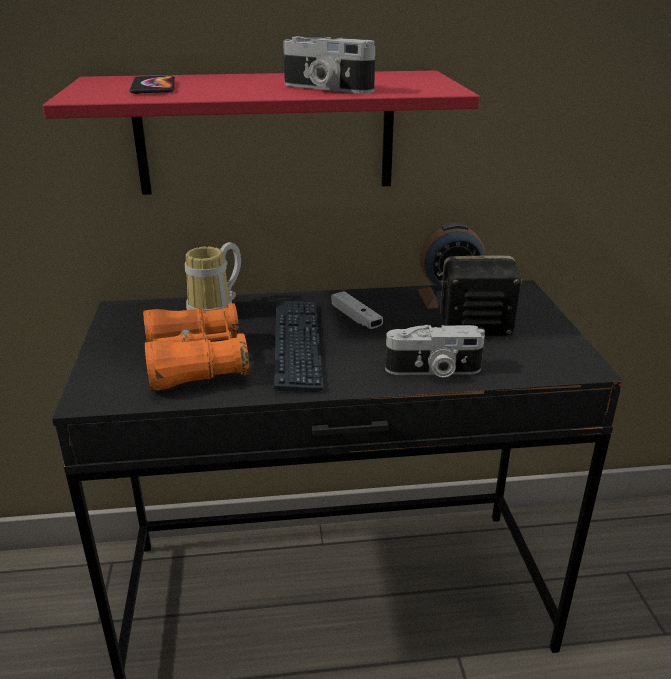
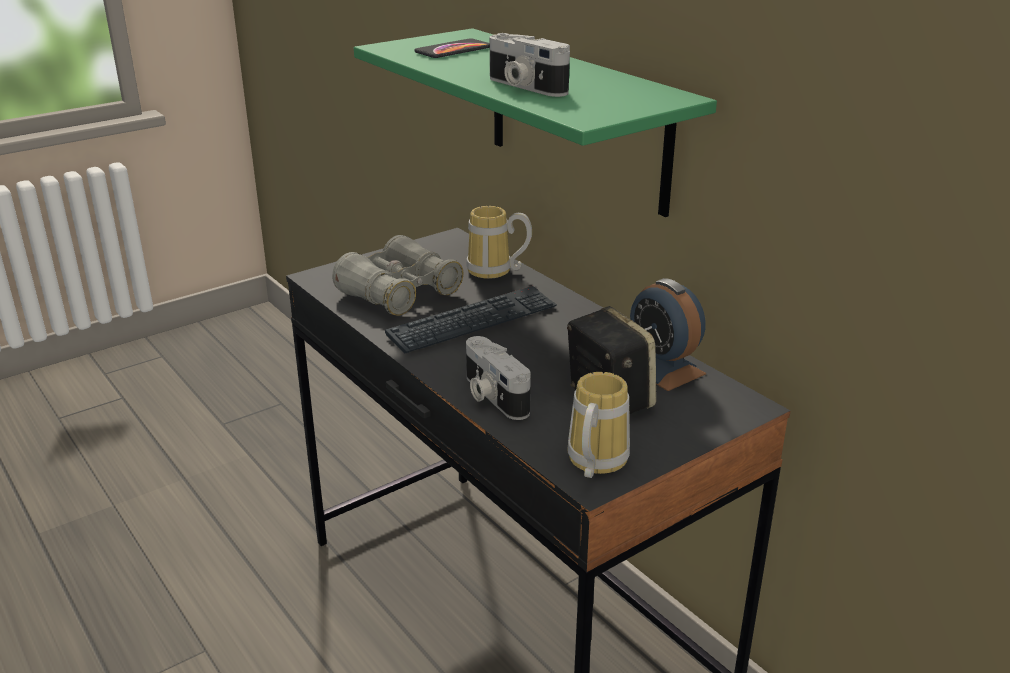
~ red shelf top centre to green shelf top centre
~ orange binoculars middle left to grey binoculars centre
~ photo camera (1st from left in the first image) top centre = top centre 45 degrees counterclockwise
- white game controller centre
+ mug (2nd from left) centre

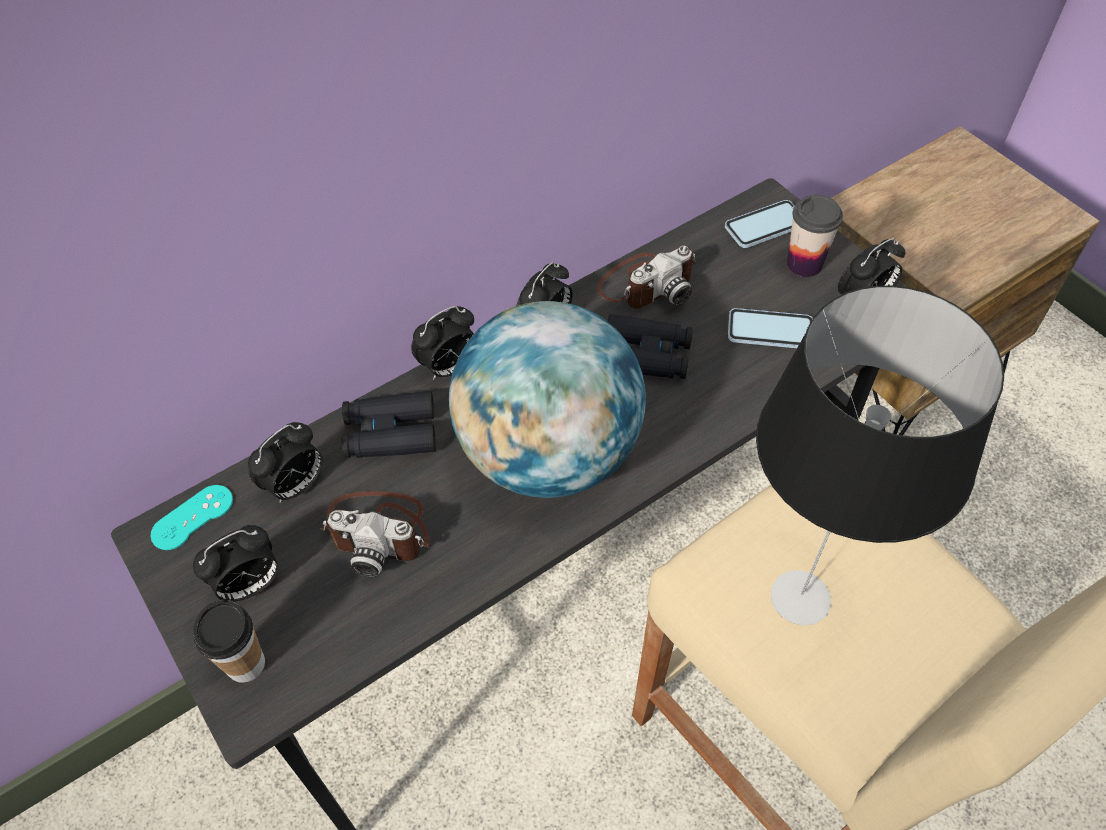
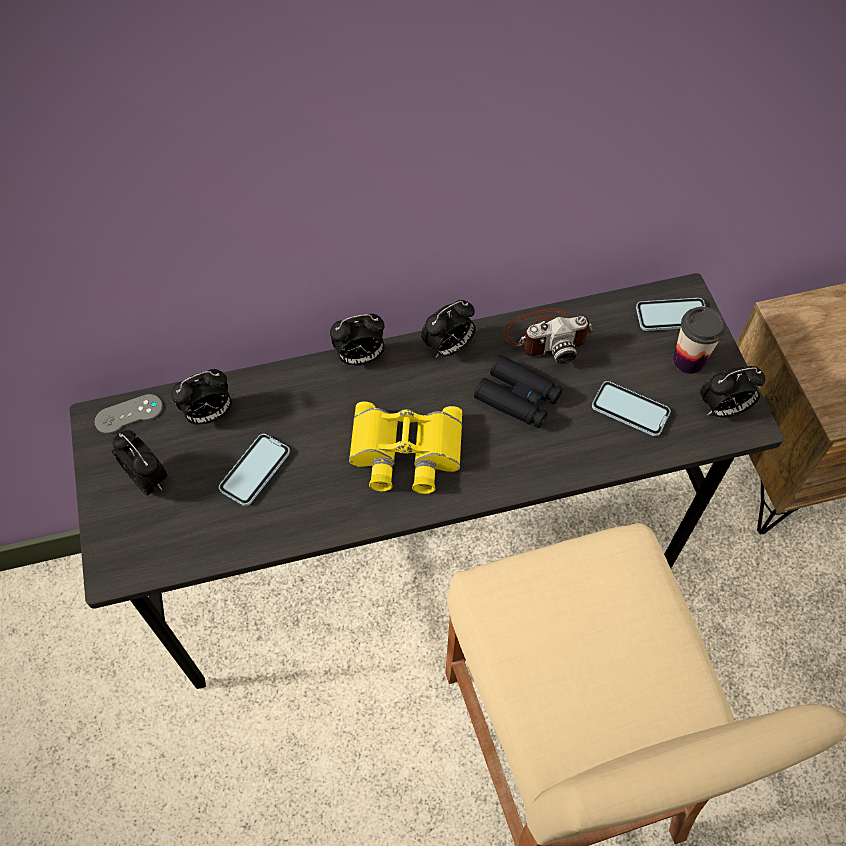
~ turquoise game controller middle left to grey game controller middle left
~ alarm clock (1st from left) bottom left = middle left 120 degrees counterclockwise
- cup (1st from left) bottom left
~ photo camera (1st from left) centre to phone (1st from left) middle left
- black binoculars (1st from left) centre
~ globe centre to yellow binoculars centre
- table lamp middle right

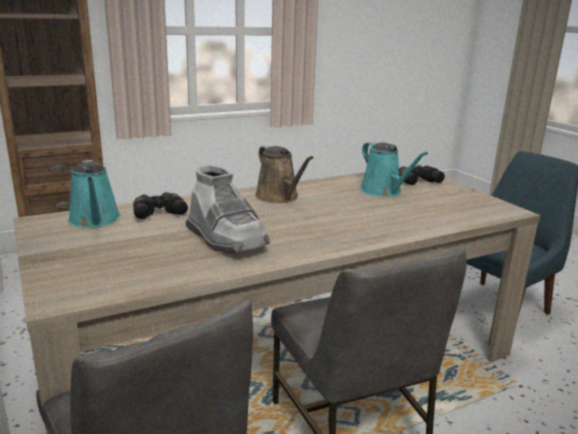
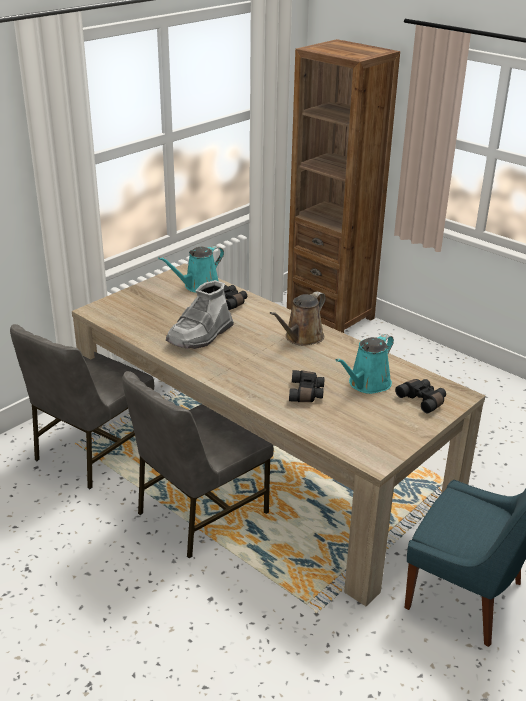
+ black binoculars (2nd from left) centre

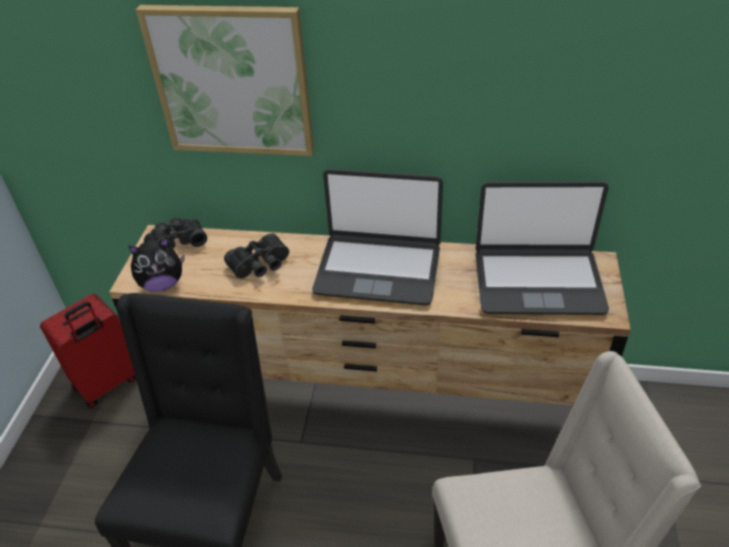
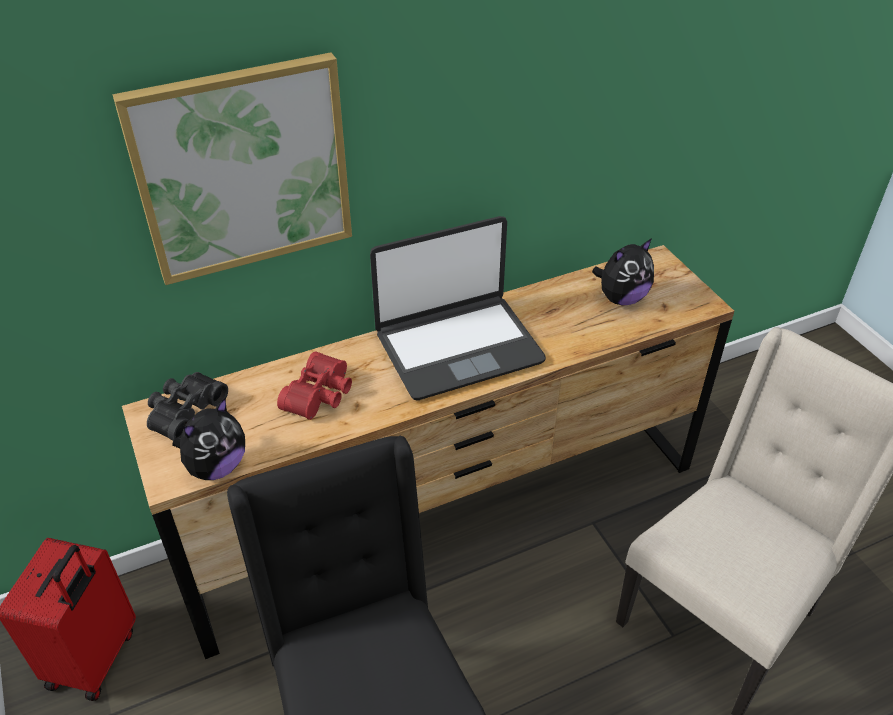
~ black binoculars (2nd from left) centre to red binoculars centre
~ laptop (2nd from left) middle right to plush toy (2nd from left) middle right

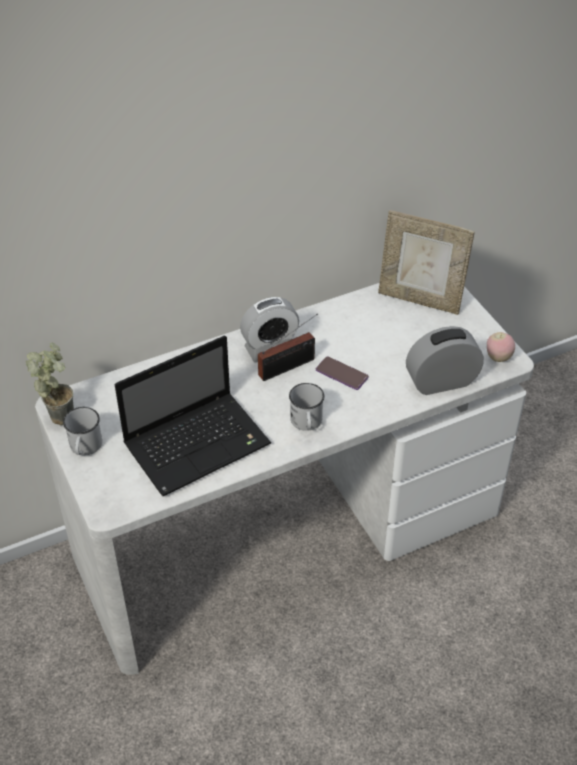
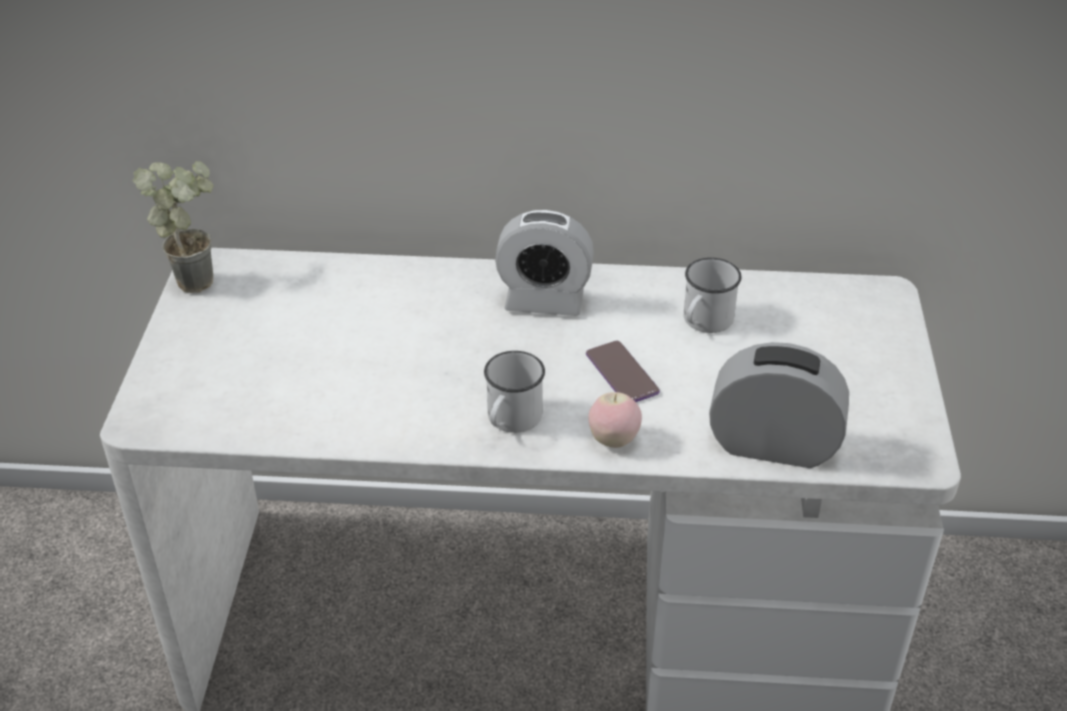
~ white mug (1st from left in the first image) middle left to white mug (2nd from left) middle right
- laptop centre
- radio centre
- picture frame middle right
~ apple middle right to centre

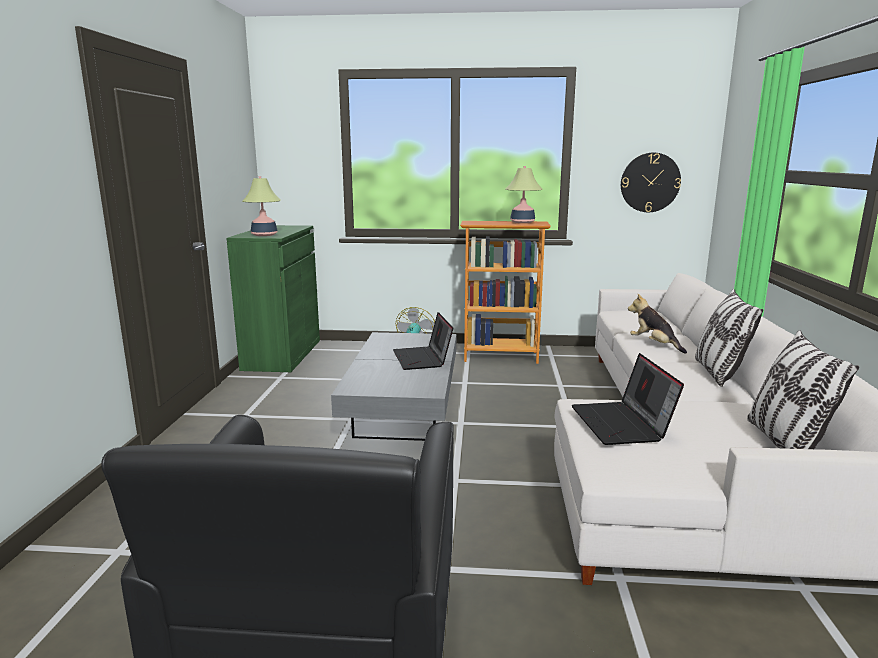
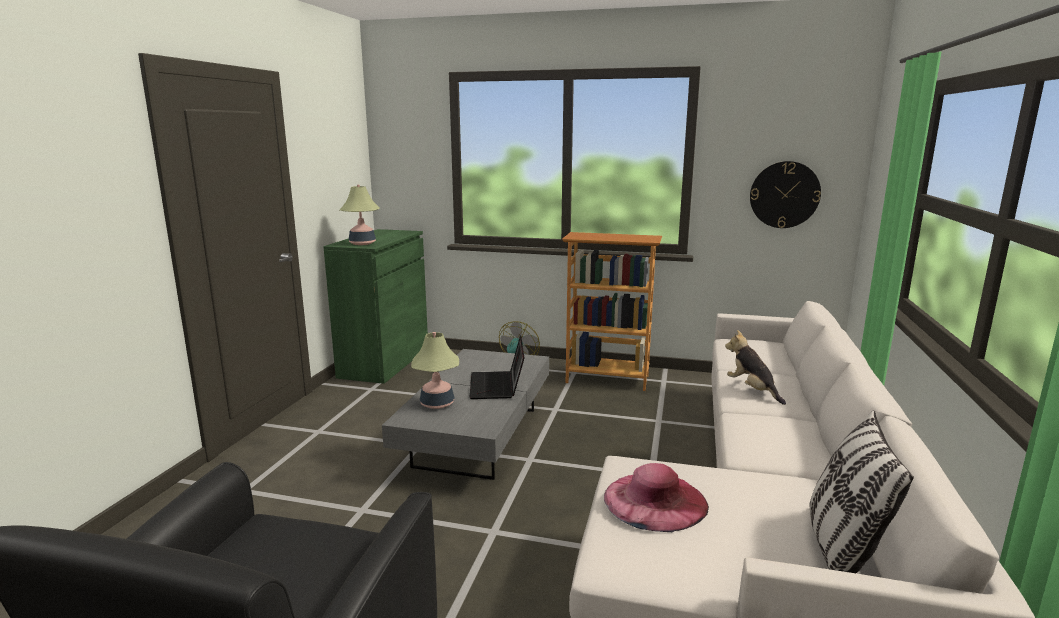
~ table lamp (2nd from left) top centre to centre
~ laptop (2nd from left) middle right to pink hat bottom centre
- pillow (1st from left) middle right

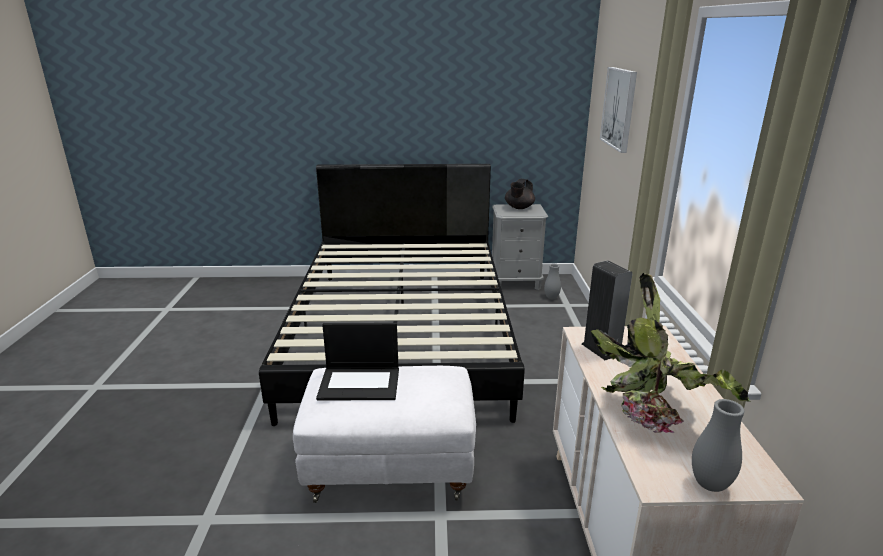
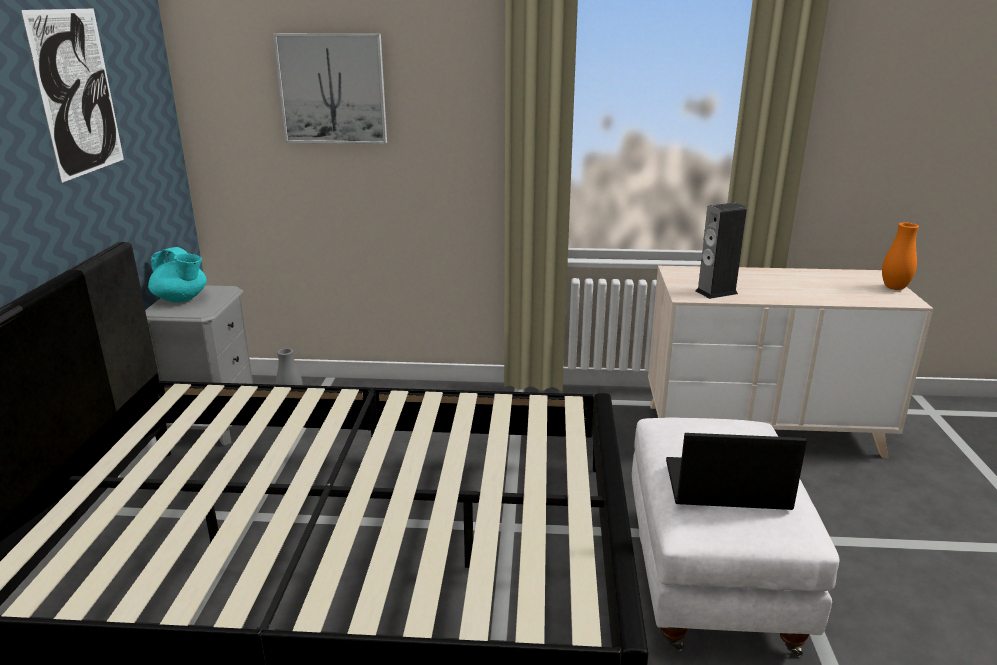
~ laptop centre = bottom right 90 degrees counterclockwise
~ black teapot centre to turquoise teapot middle left
- potted plant middle right
~ grey vase (2nd from left) bottom right to orange vase middle right
+ picture (1st from left) top left

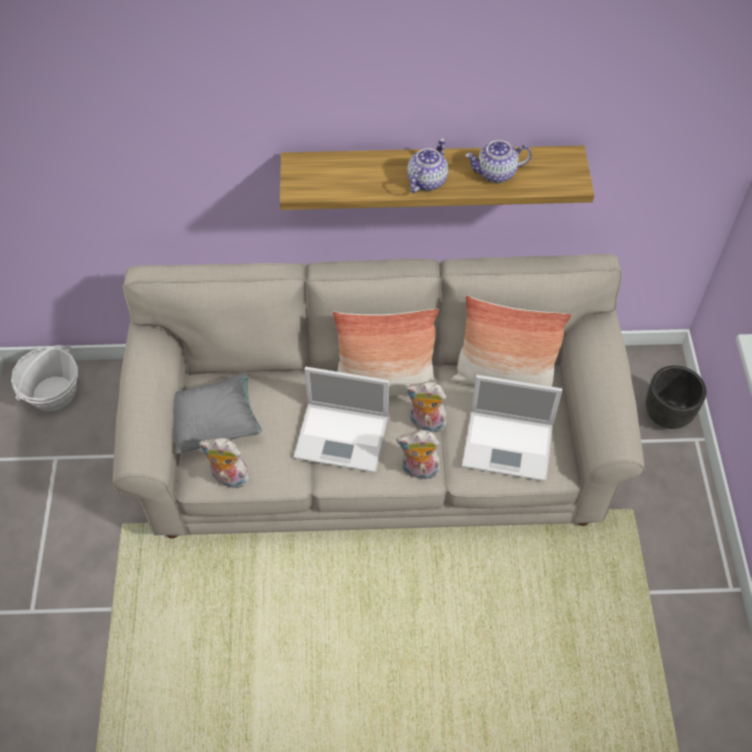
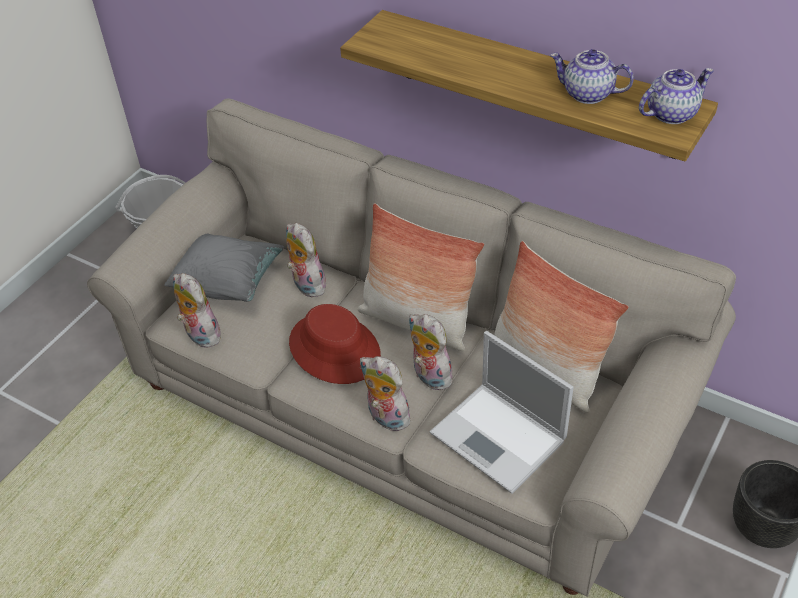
~ laptop (1st from left) centre to red hat centre
~ teapot (1st from left in the first image) top centre to teapot (2nd from left) top right
+ plush toy (2nd from left) centre

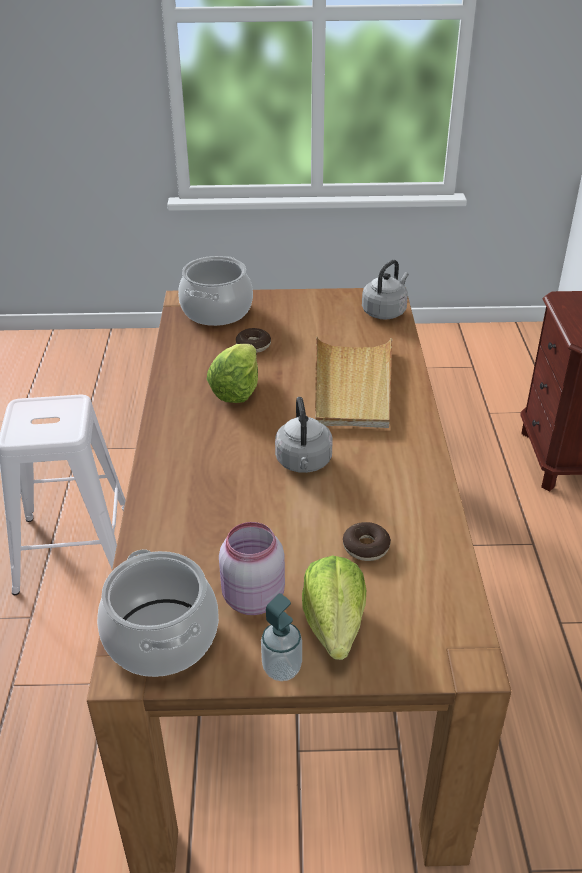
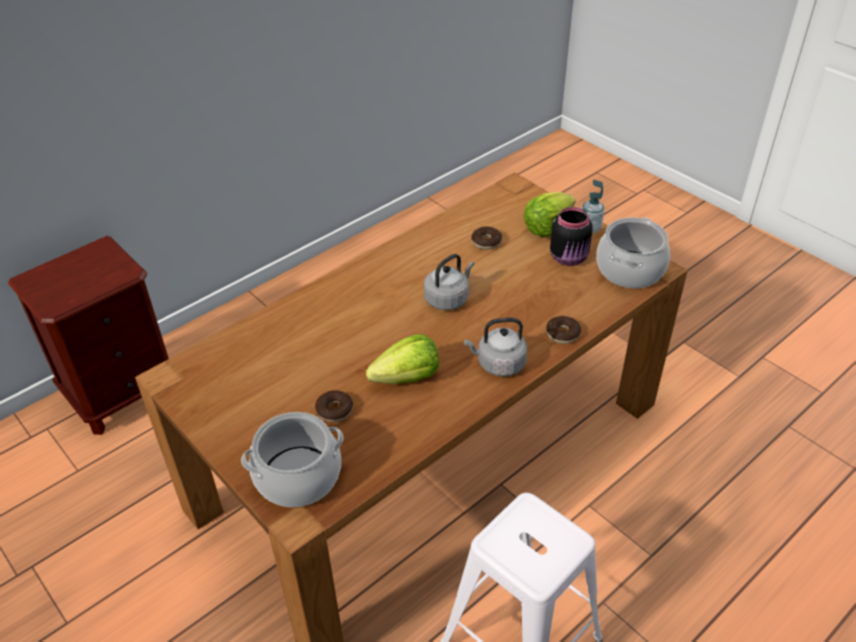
~ pink jar centre to black jar middle right
- beige tray centre
~ grey kettle (2nd from left) top centre to centre
+ donut (3rd from left) centre

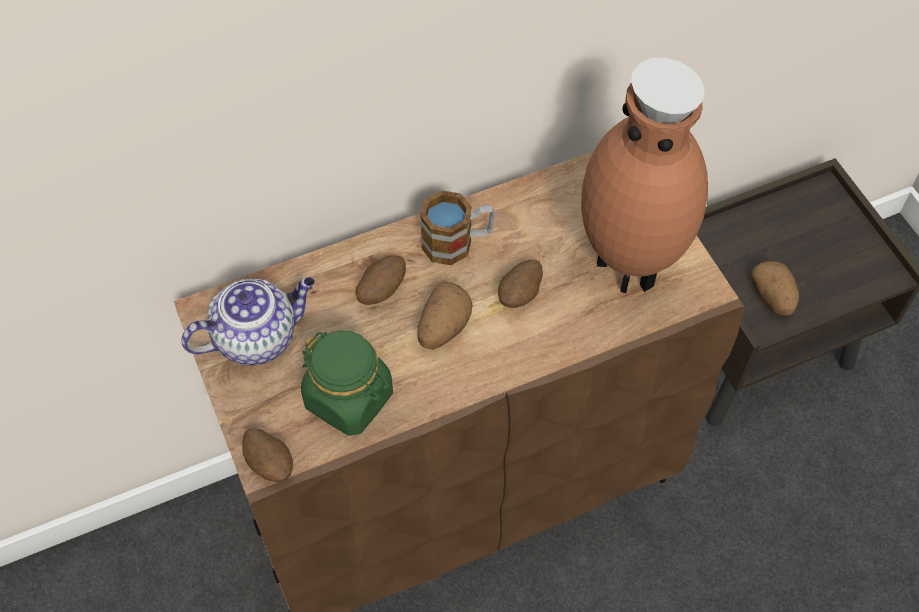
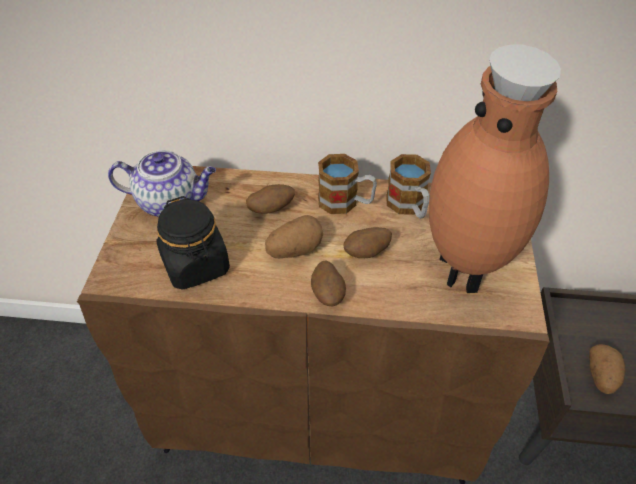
~ potato (1st from left in the first image) bottom left to potato (3rd from left) centre
~ green jar centre to black jar middle left
+ mug (2nd from left) centre

